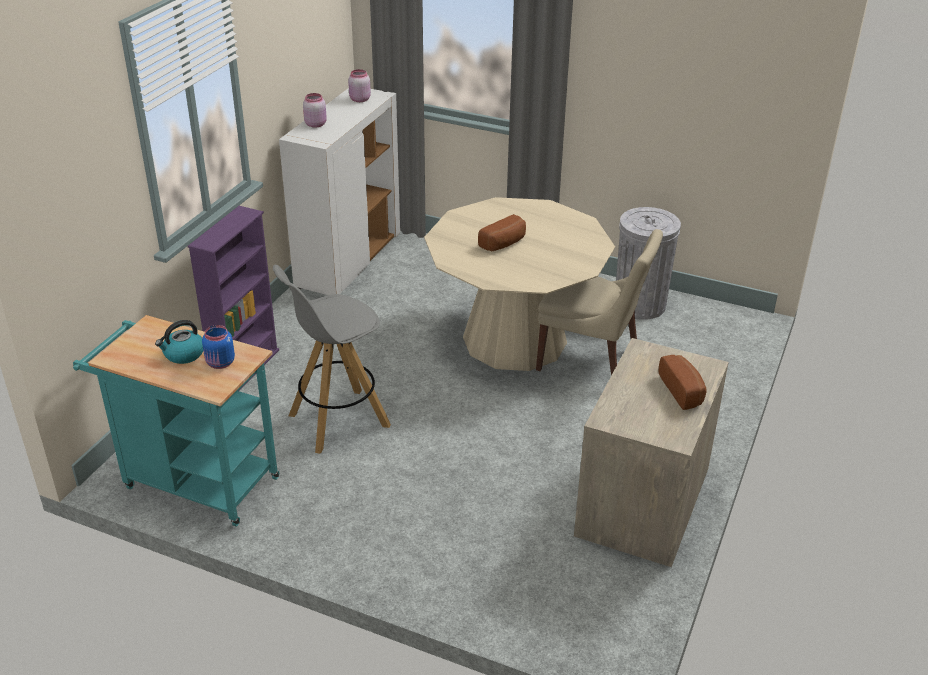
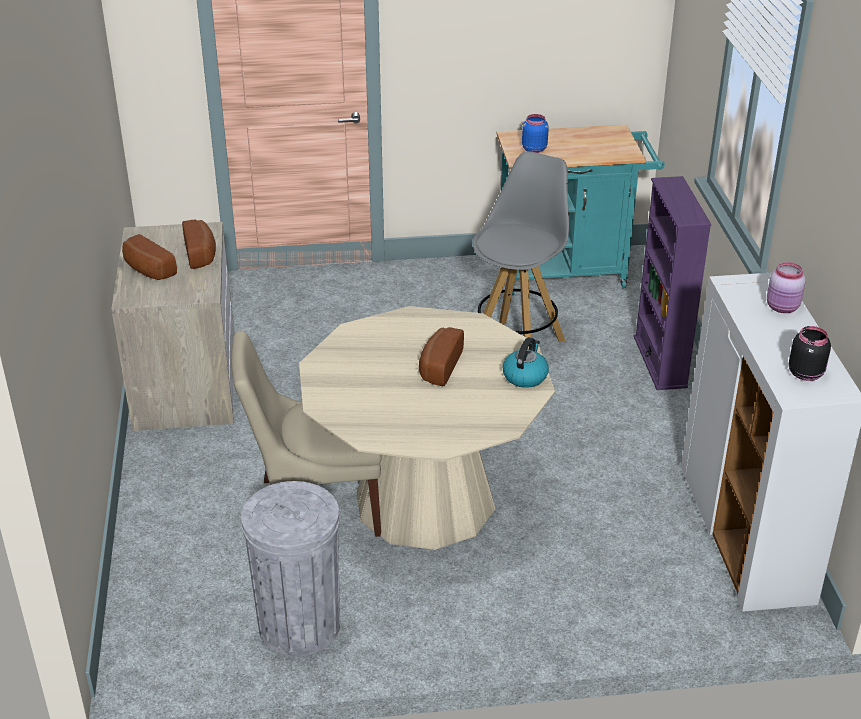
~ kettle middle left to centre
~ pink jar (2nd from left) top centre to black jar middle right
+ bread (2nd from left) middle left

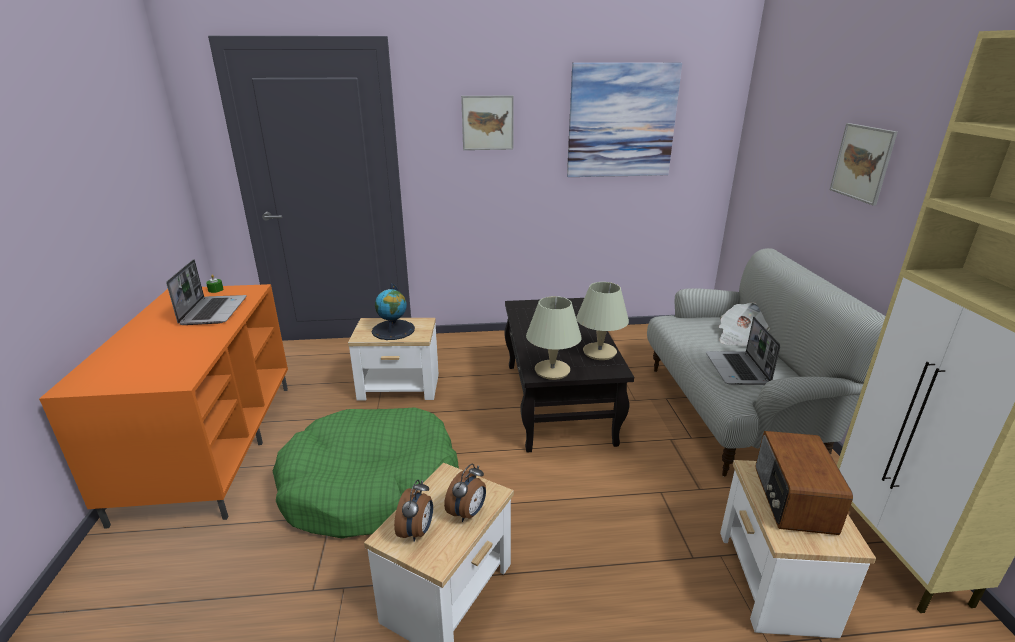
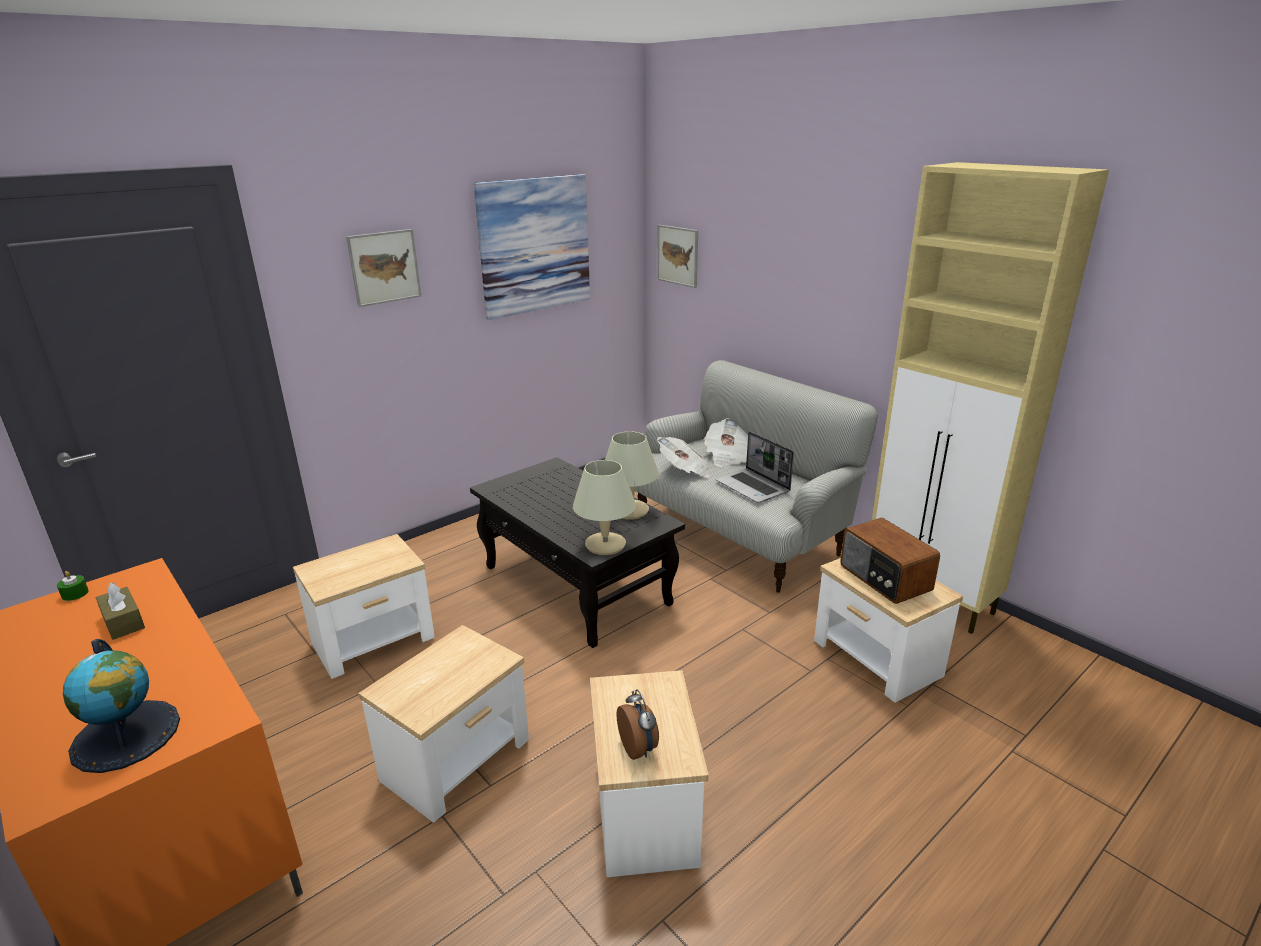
~ laptop (1st from left) middle left to brown tissue box middle left
~ green dog bed bottom centre to side table (2nd from left) bottom centre
~ globe centre to bottom left
- alarm clock (2nd from left) bottom centre
~ picture (3rd from left) top right to top centre
+ newspaper (1st from left) centre

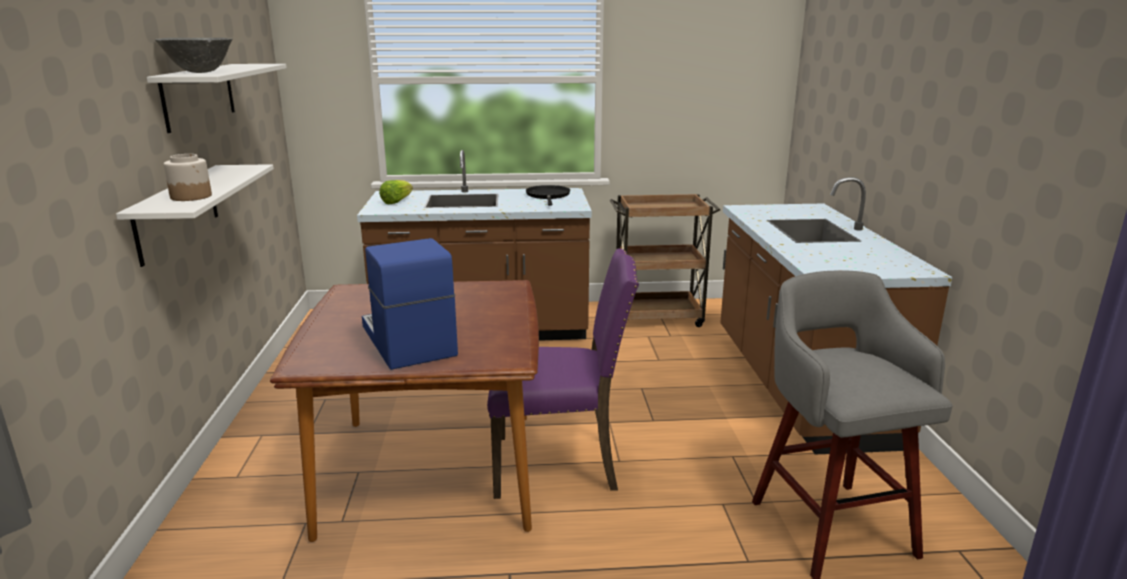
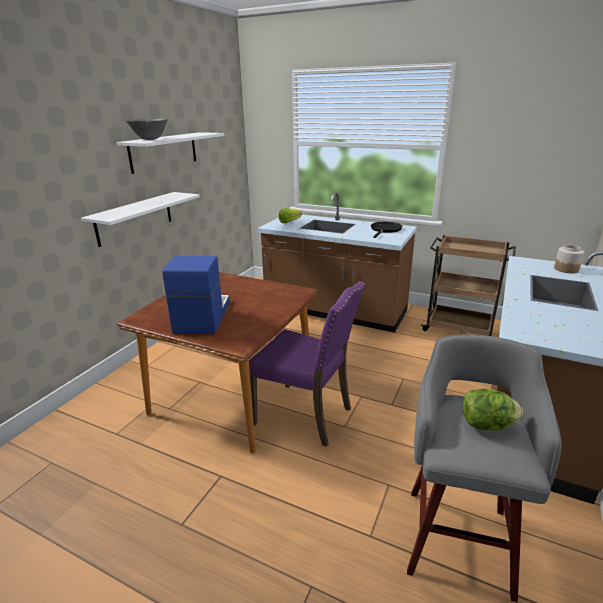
~ jar top left to middle right
+ lettuce (2nd from left) bottom right

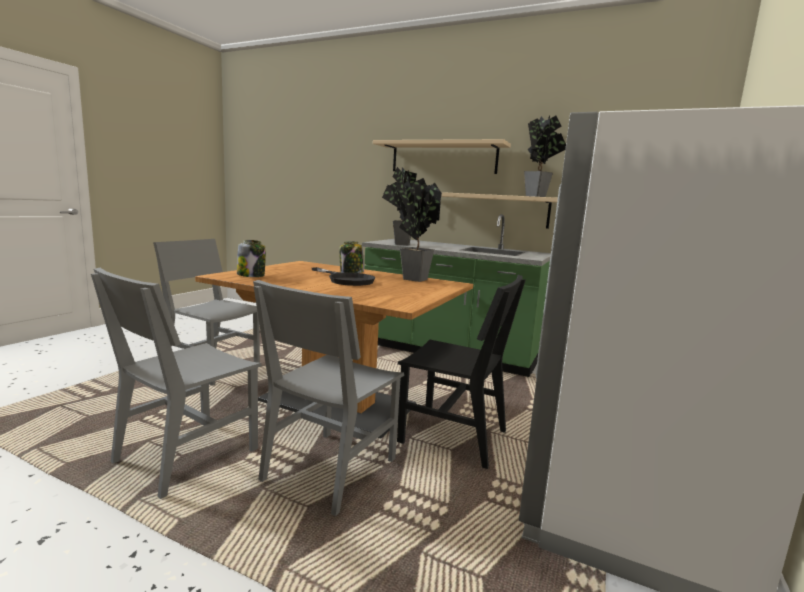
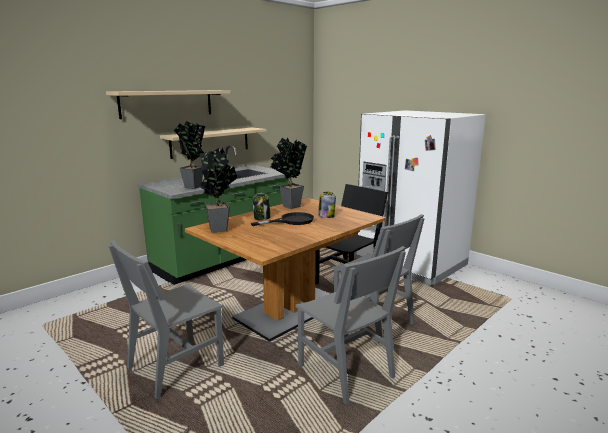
~ jar (1st from left in the first image) middle left to jar (2nd from left) centre
~ potted plant (3rd from left in the first image) top right to potted plant (2nd from left) centre

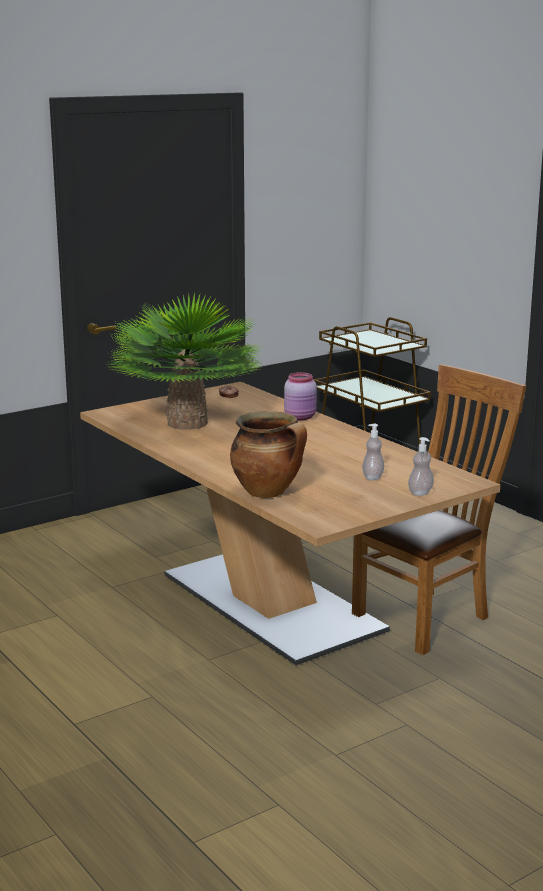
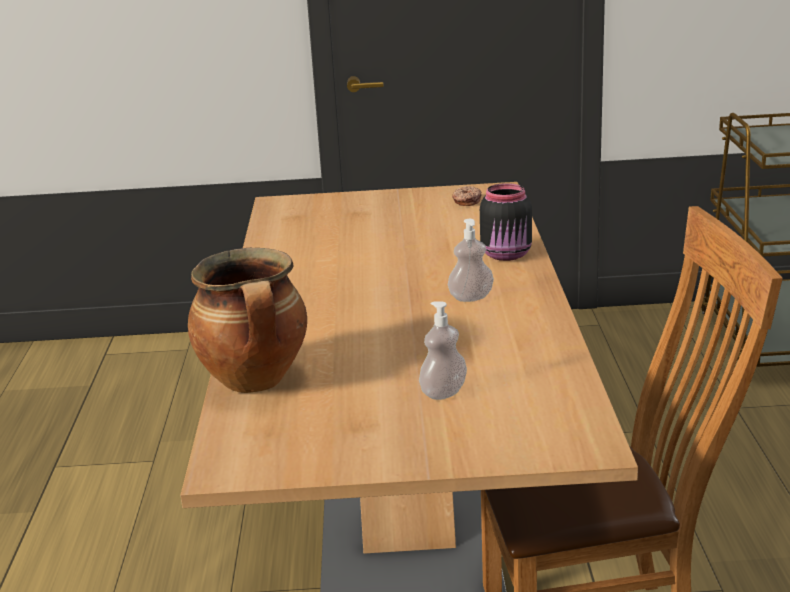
- potted plant centre
~ pink jar centre to black jar centre
~ soap dispenser (2nd from left) middle right to centre

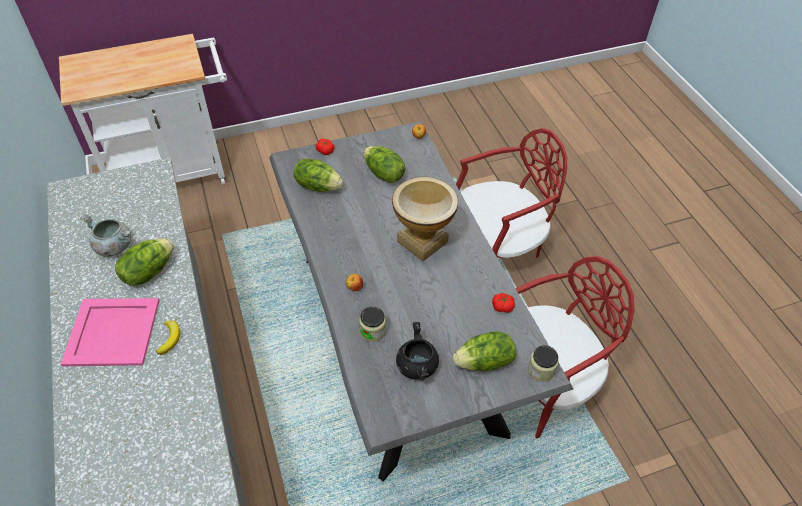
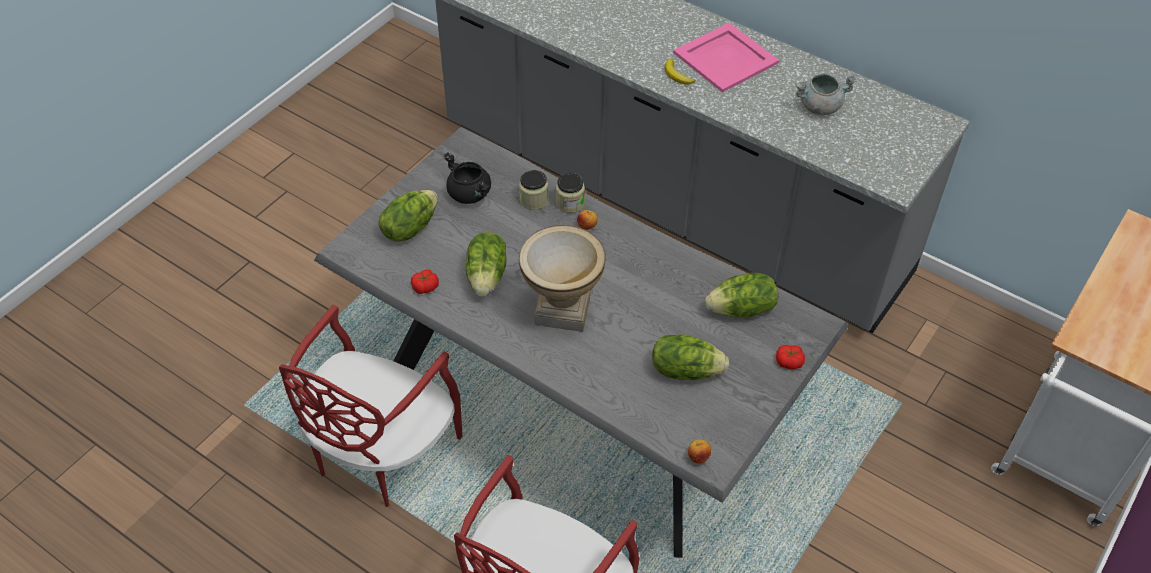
~ lettuce (1st from left in the first image) middle left to lettuce (2nd from left) centre
~ jar (2nd from left) bottom right to centre

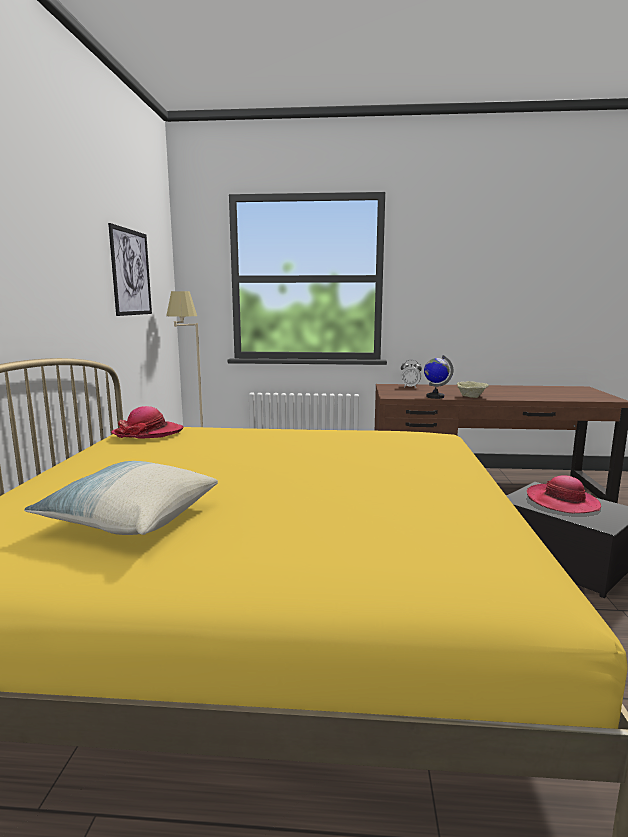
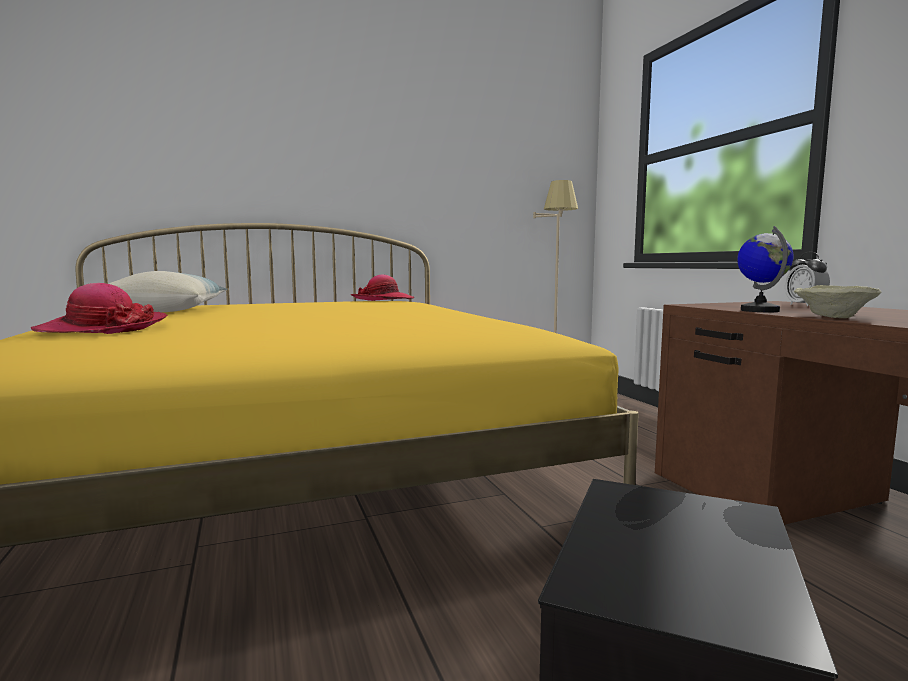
- picture top left
~ hat (2nd from left in the first image) middle right to hat (1st from left) middle left

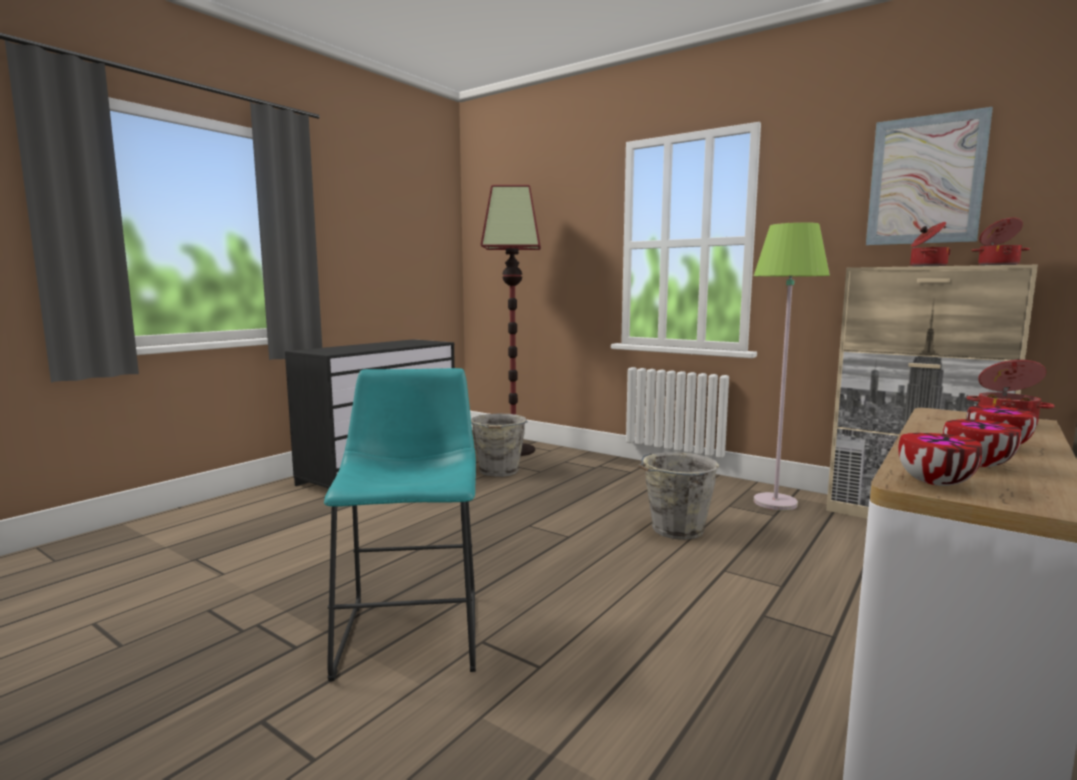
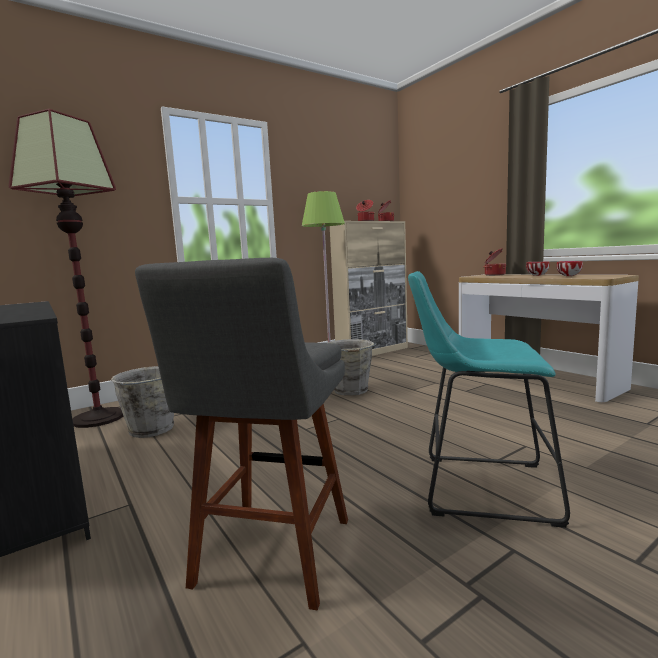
- picture top right
- bowl (1st from left) middle right
+ grey stool centre

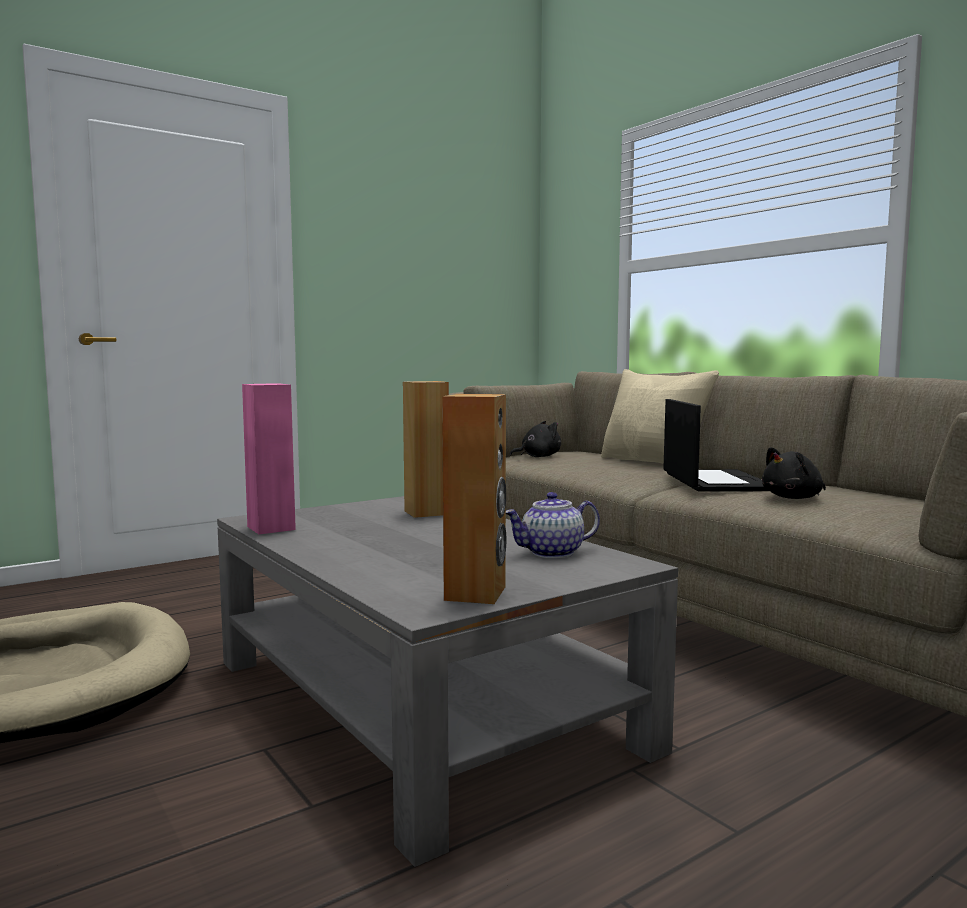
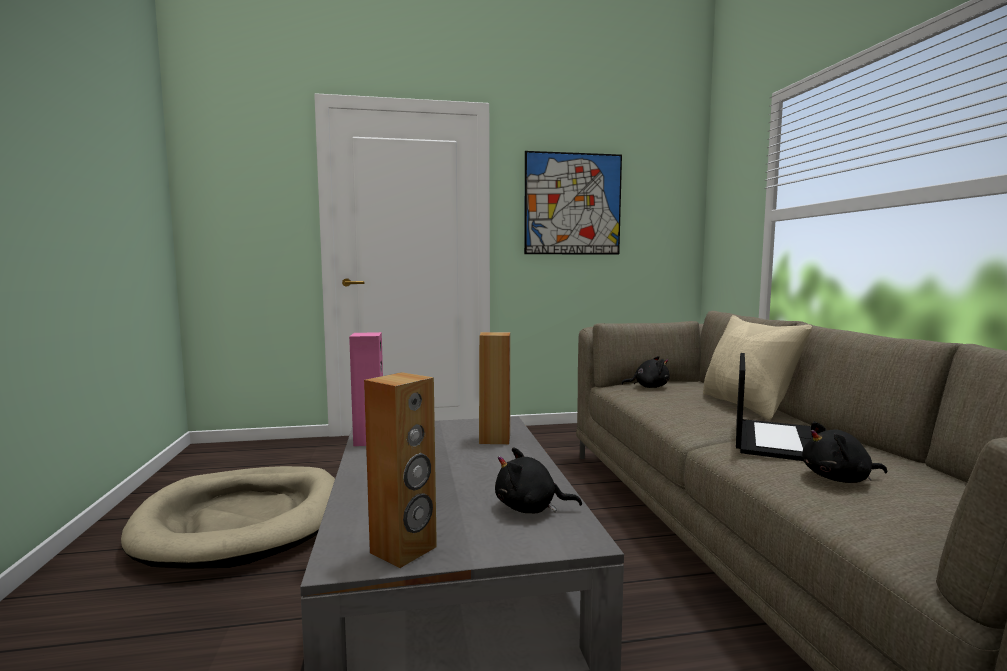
~ teapot centre to black plush toy (1st from left) bottom centre
+ picture top centre

